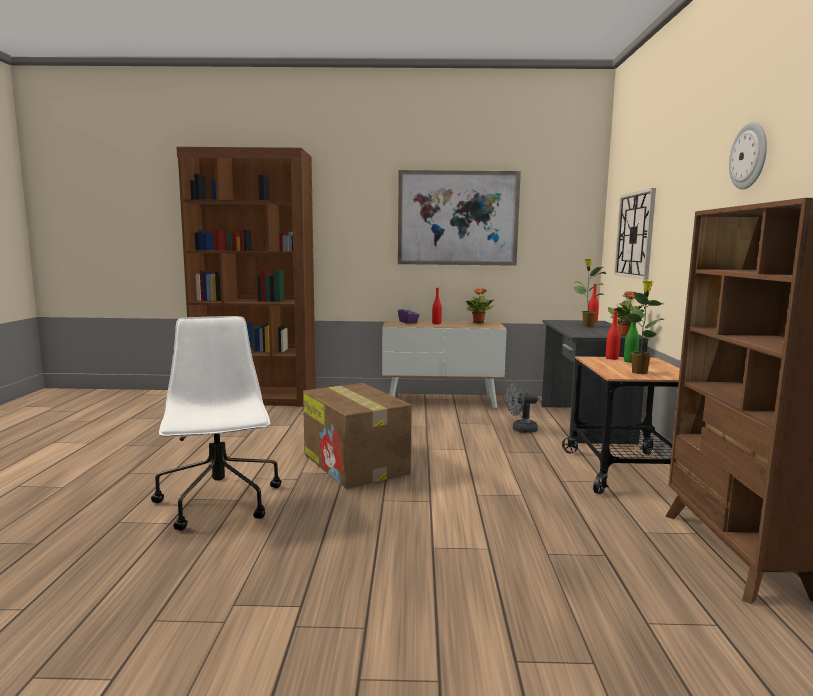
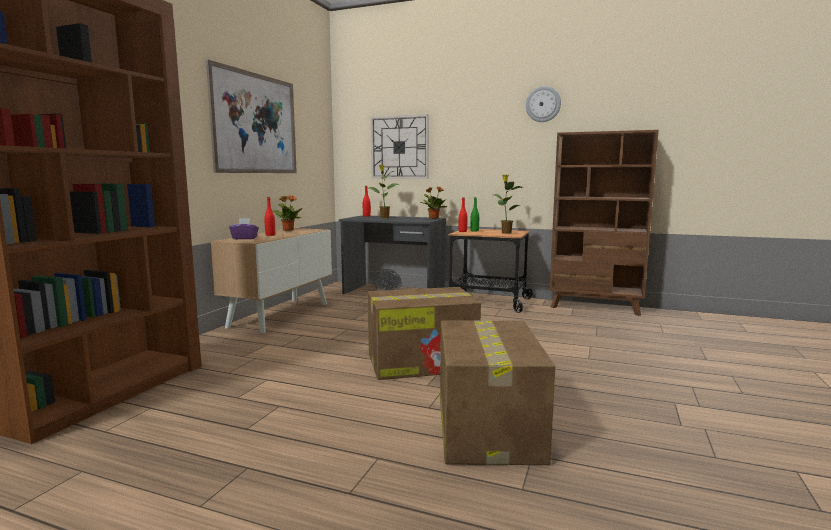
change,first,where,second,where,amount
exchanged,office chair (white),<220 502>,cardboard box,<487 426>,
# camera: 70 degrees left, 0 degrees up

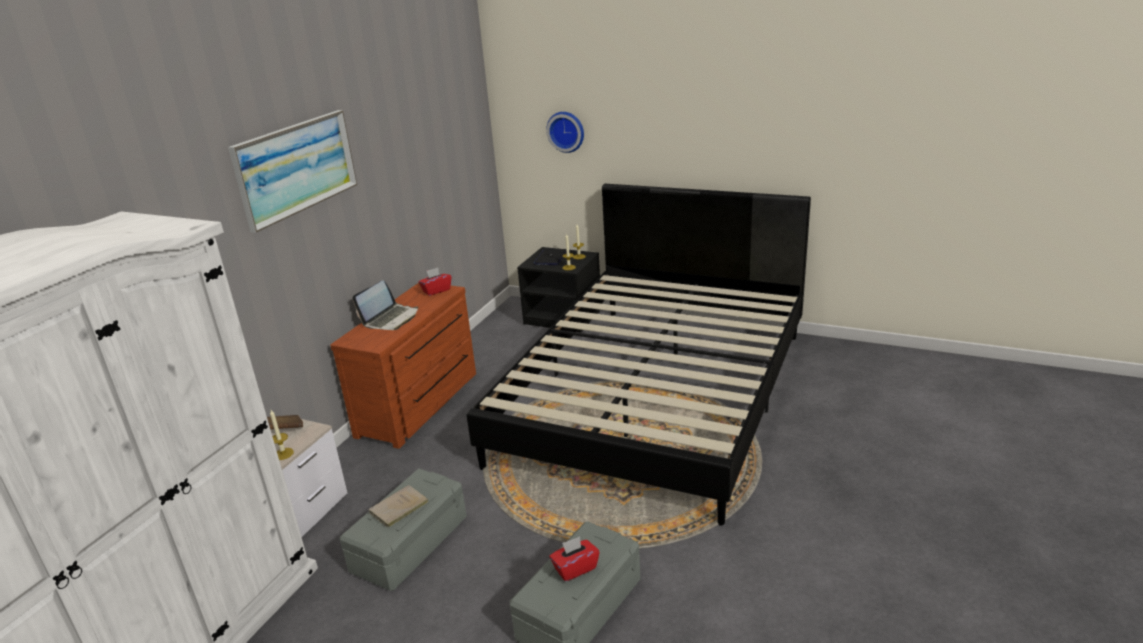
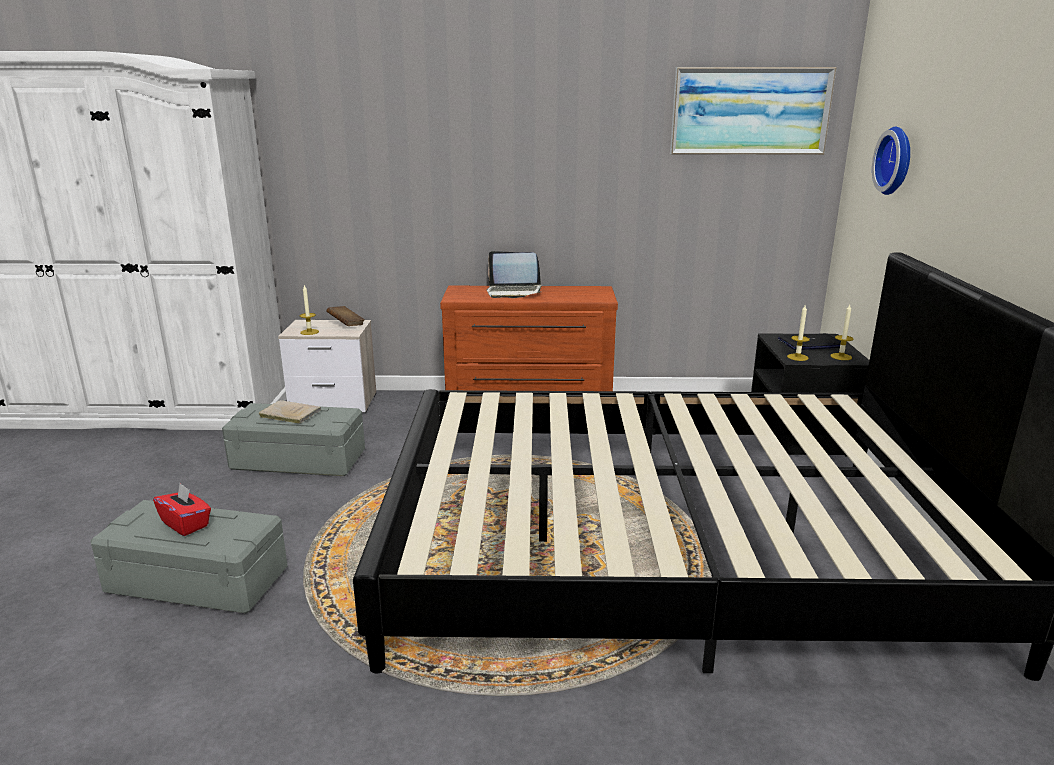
change,first,where,second,where,amount
relocated,picture,<296 167>,,<750 111>,
missing,tissue box (red),<436 290>,,,
# camera: 65 degrees right, 5 degrees down

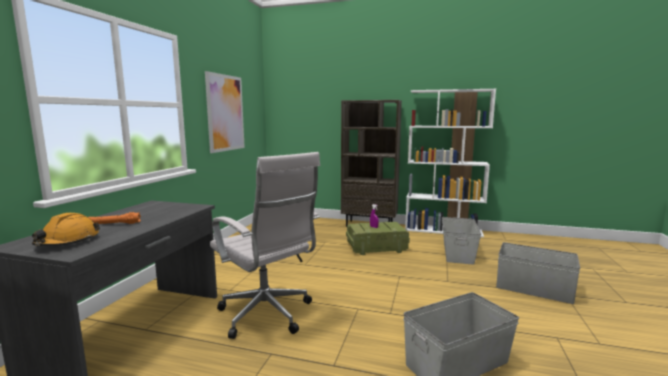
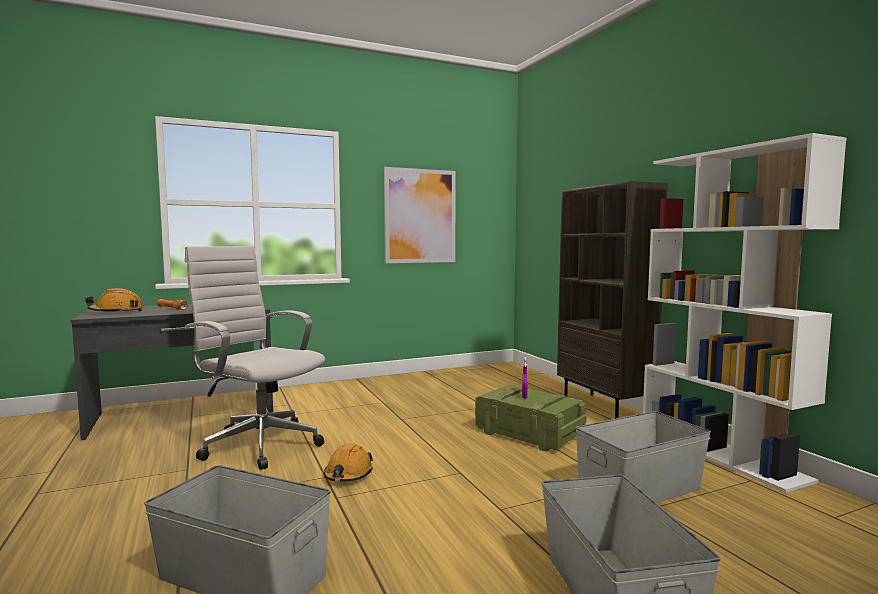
change,first,where,second,where,amount
spun,office chair (white),<268 315>,,<258 444>,120 degrees clockwise
appeared,,,hard hat (orange),<348 474>,
# camera: 50 degrees right, 5 degrees down

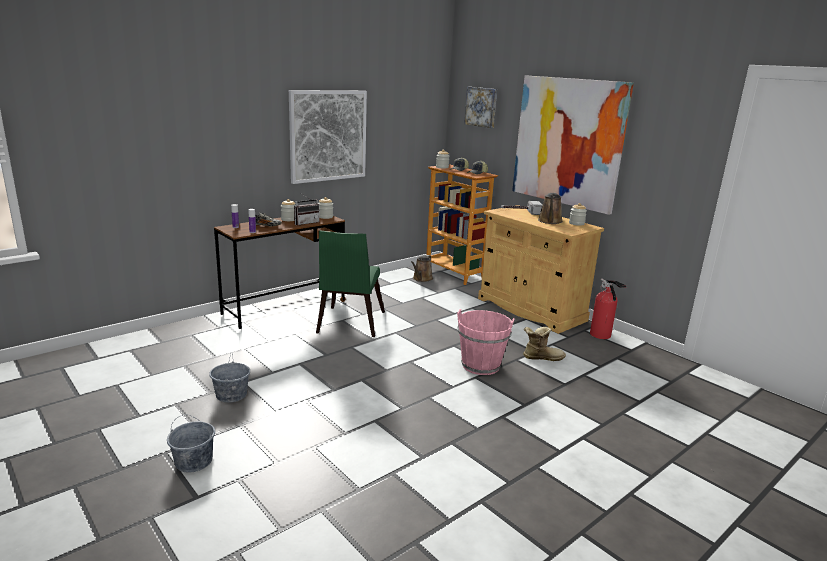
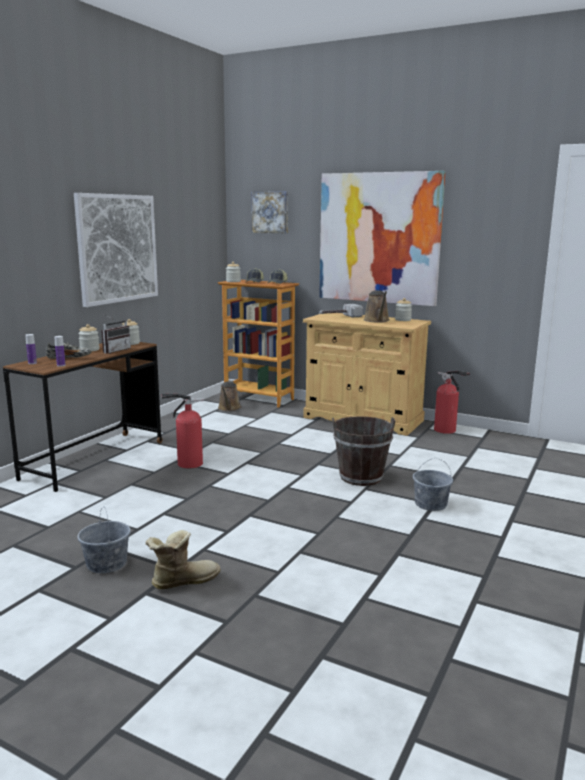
change,first,where,second,where,amount
exchanged,chair (green),<349 324>,fire extinguisher,<187 464>,
colour,bucket (pink),<481 365>,bucket (brown),<361 477>,
relocated,boot,<541 357>,,<183 580>,
relocated,bucket (grey),<194 461>,,<431 504>,
# camera: 20 degrees left, 5 degrees down

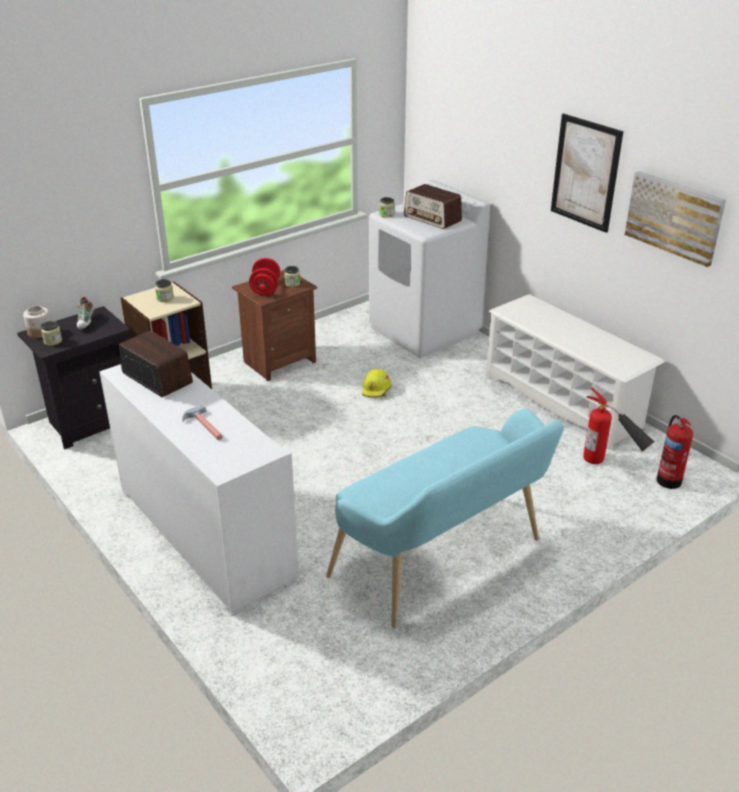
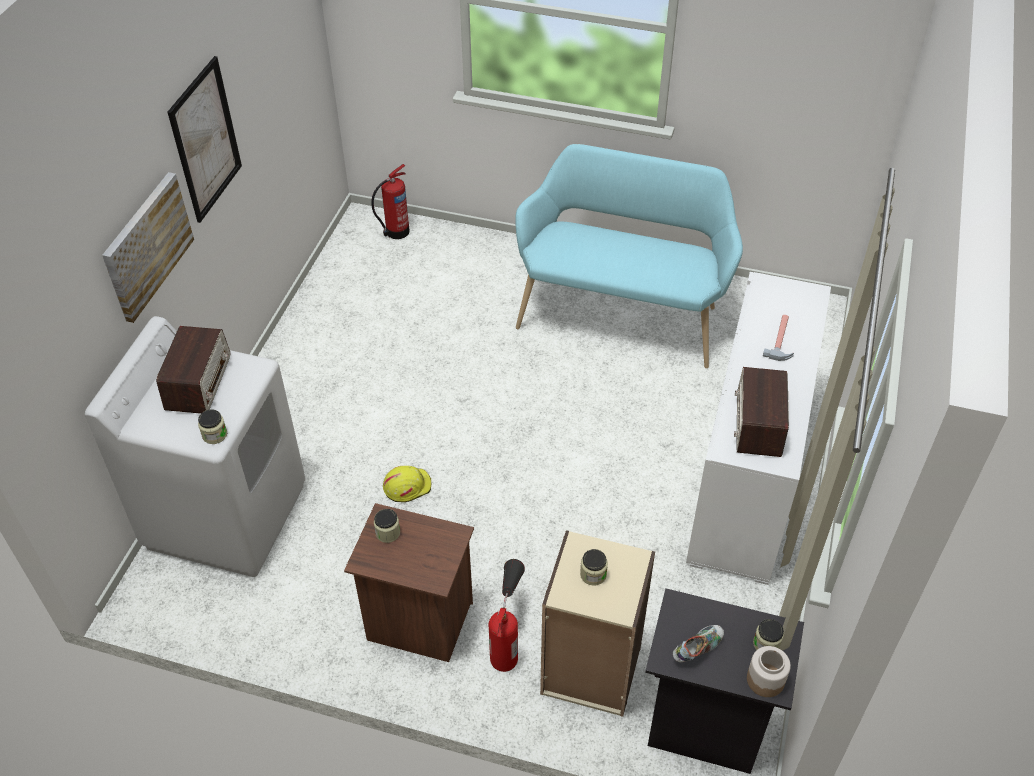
change,first,where,second,where,amount
relocated,picture,<674 217>,,<147 246>,
missing,dumbbell (red),<265 289>,,,
missing,shoe rack (white),<563 401>,,,
relocated,fire extinguisher,<610 466>,,<508 636>,
# camera: 125 degrees left, 15 degrees up

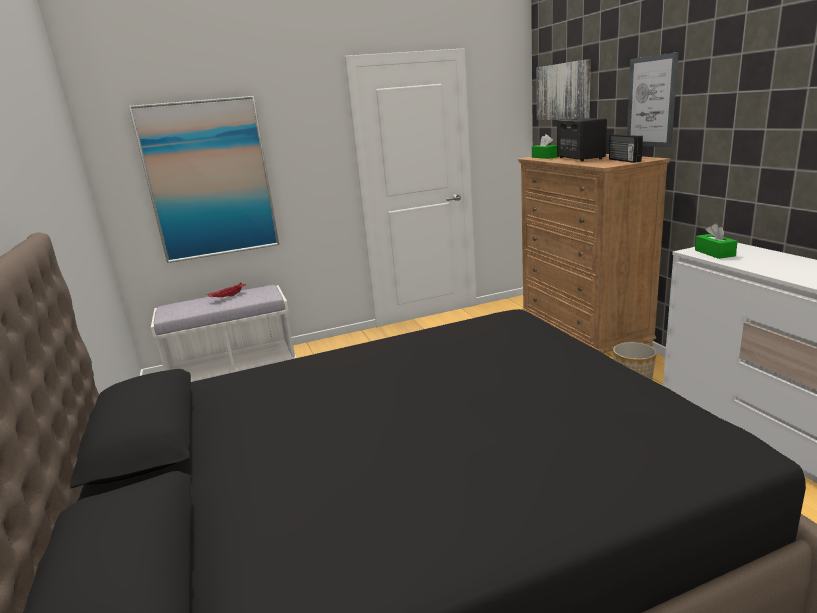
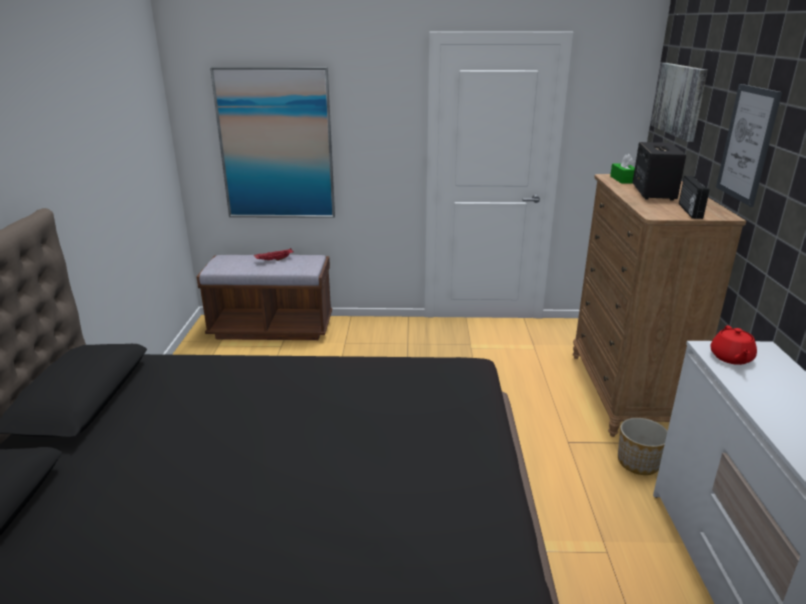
change,first,where,second,where,amount
exchanged,tissue box (green),<714 253>,teapot (red),<731 358>,
colour,bench (white),<234 370>,bench (brown),<272 328>,
# camera: 20 degrees right, 5 degrees up

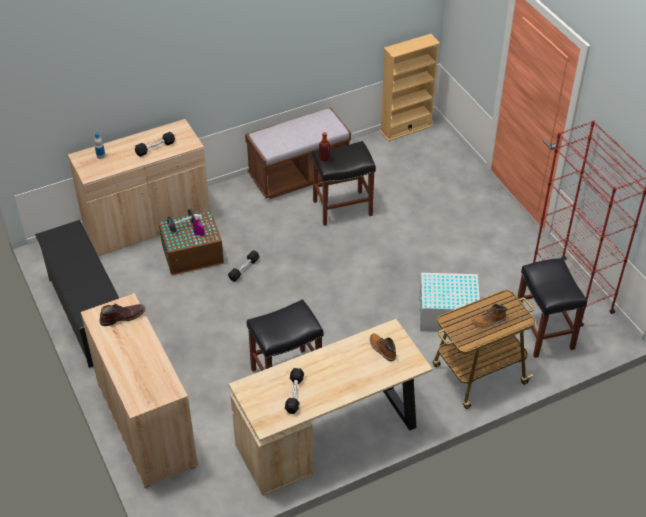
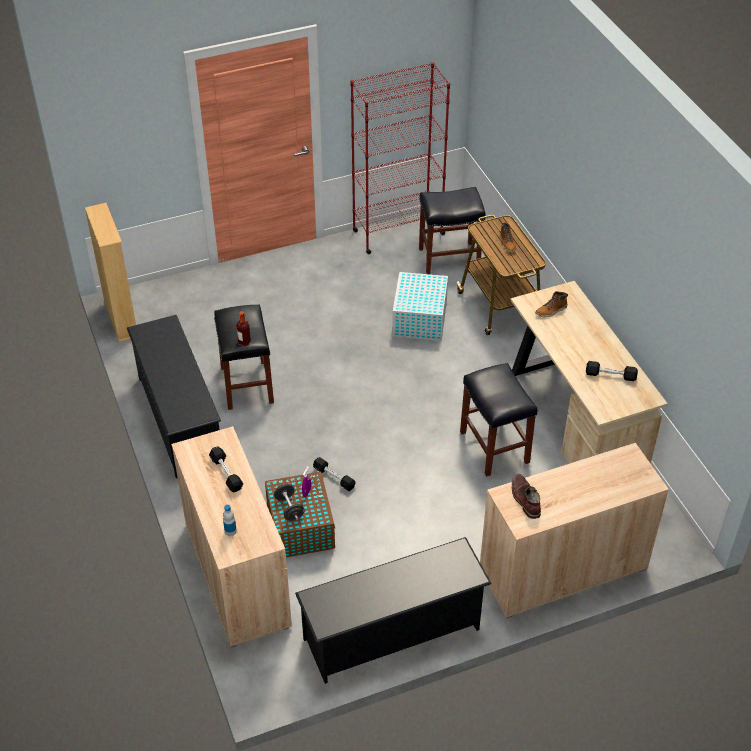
change,first,where,second,where,amount
exchanged,bench (brown),<298 175>,shoe rack (black),<179 420>,
# camera: 85 degrees left, 0 degrees up

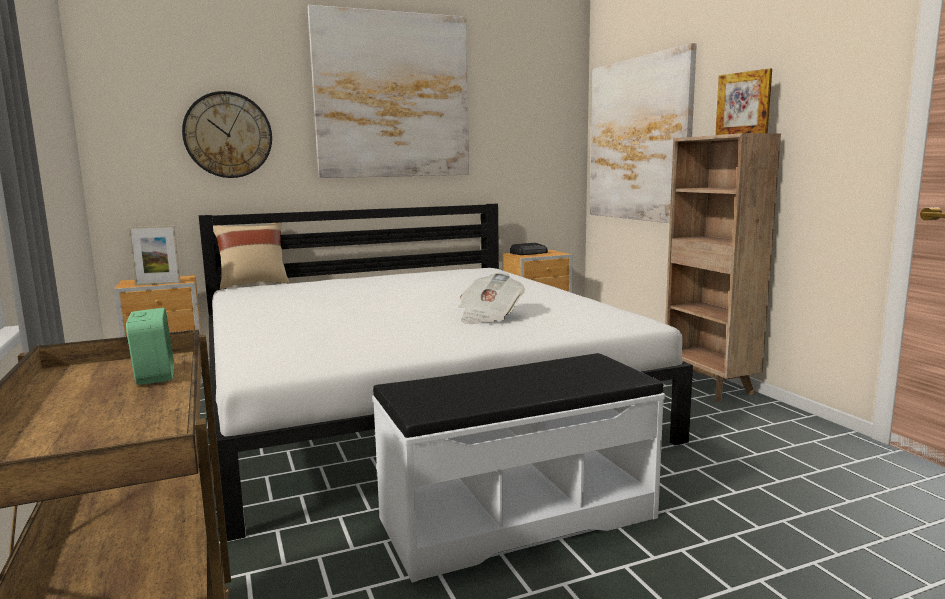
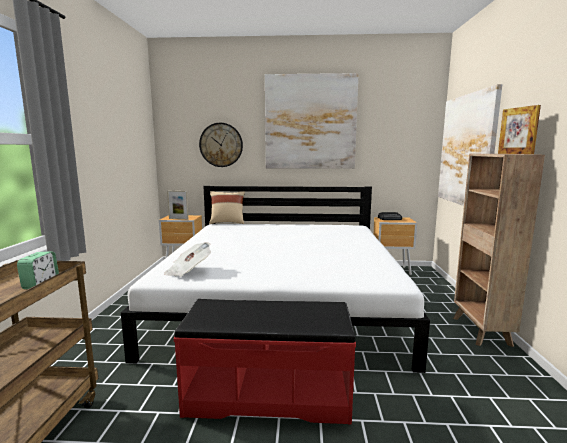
change,first,where,second,where,amount
relocated,newspaper,<488 317>,,<188 271>,
colour,bench (white),<516 517>,bench (red),<268 394>,
# camera: 25 degrees right, 0 degrees up

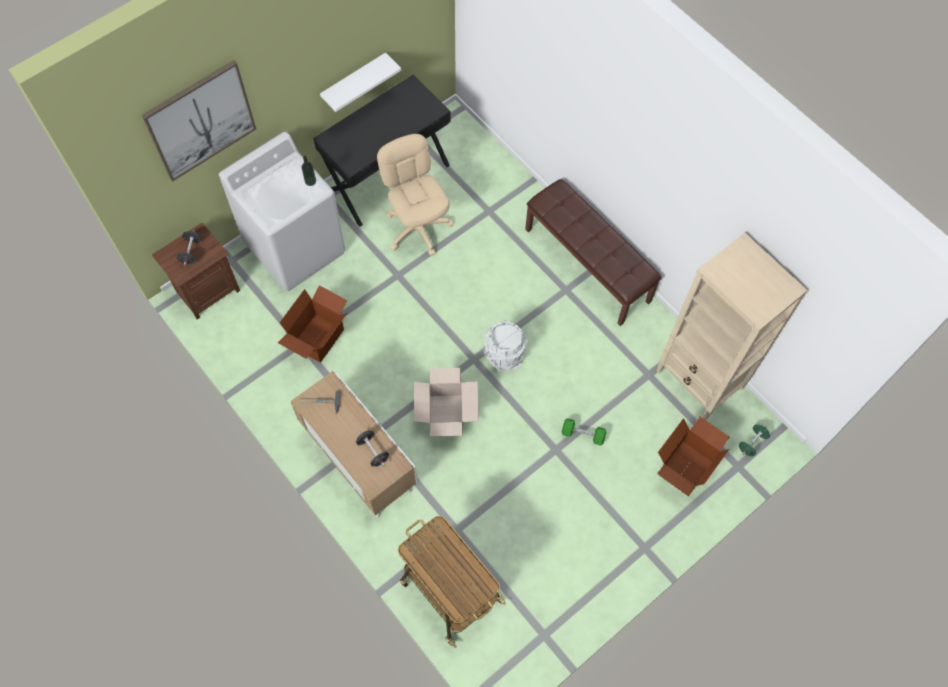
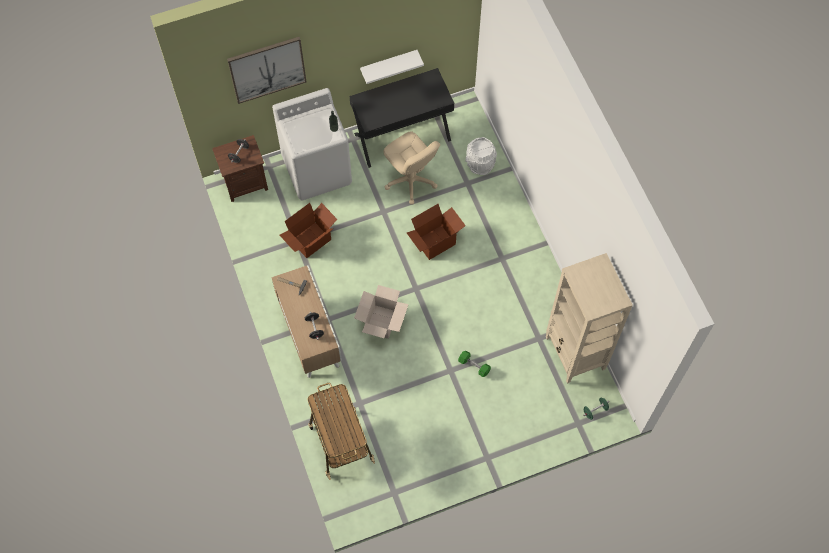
change,first,where,second,where,amount
spun,office chair (beige),<418 228>,,<410 181>,150 degrees clockwise
missing,bench (brown),<588 265>,,,
relocated,bucket (white),<504 355>,,<480 164>,
relocated,cardboard box,<684 467>,,<435 242>,
# camera: 20 degrees right, 0 degrees up

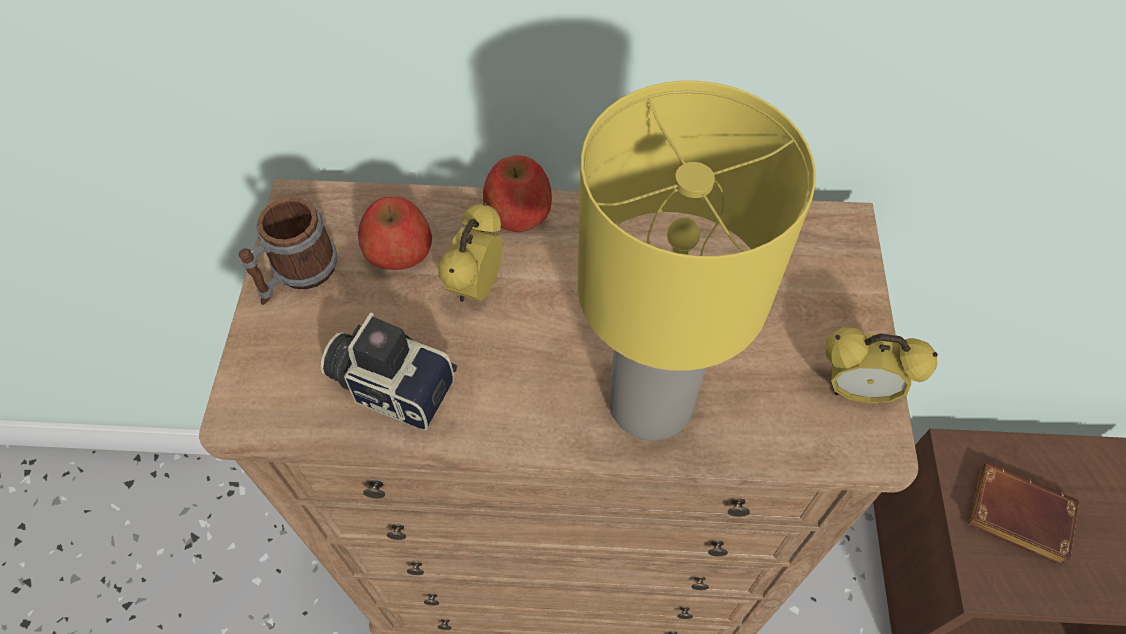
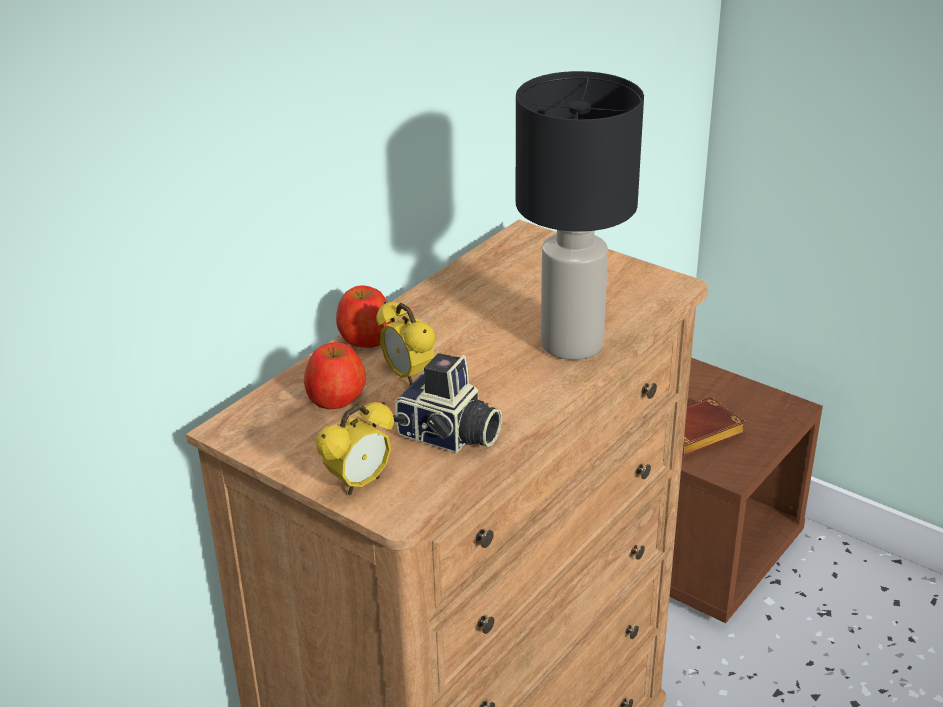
change,first,where,second,where,amount
colour,table lamp (yellow),<649 405>,table lamp (black),<573 345>,
missing,mug,<297 275>,,,
spun,photo camera,<393 385>,,<448 436>,120 degrees counterclockwise
relocated,alarm clock,<857 391>,,<359 483>,
# camera: 55 degrees left, 25 degrees down

